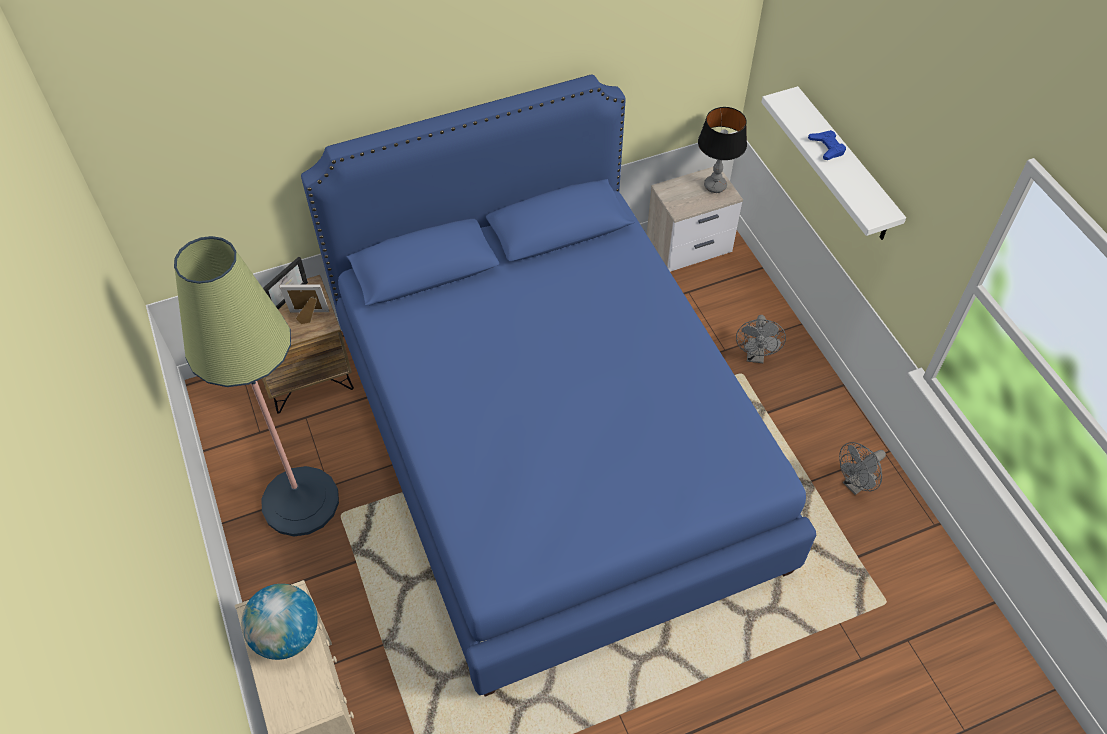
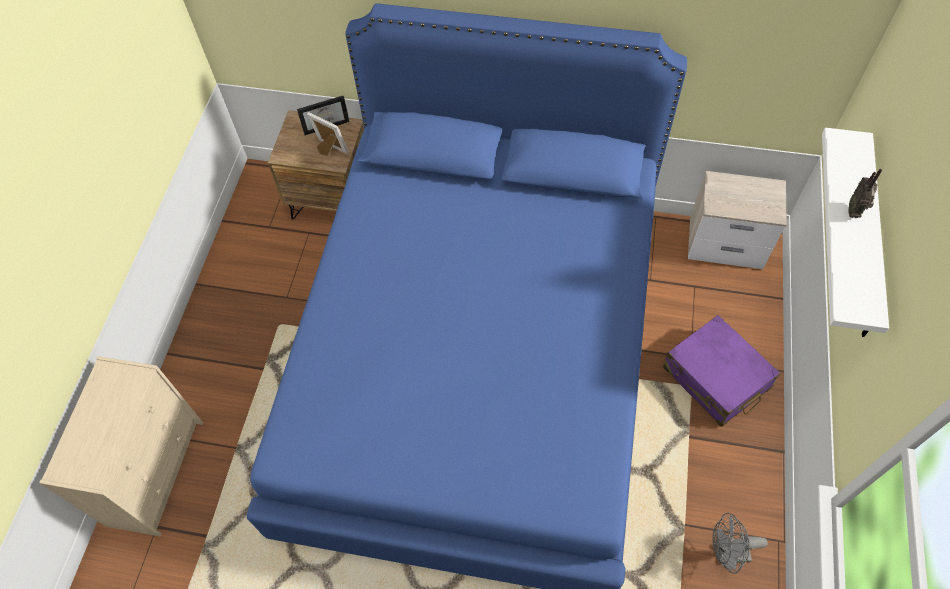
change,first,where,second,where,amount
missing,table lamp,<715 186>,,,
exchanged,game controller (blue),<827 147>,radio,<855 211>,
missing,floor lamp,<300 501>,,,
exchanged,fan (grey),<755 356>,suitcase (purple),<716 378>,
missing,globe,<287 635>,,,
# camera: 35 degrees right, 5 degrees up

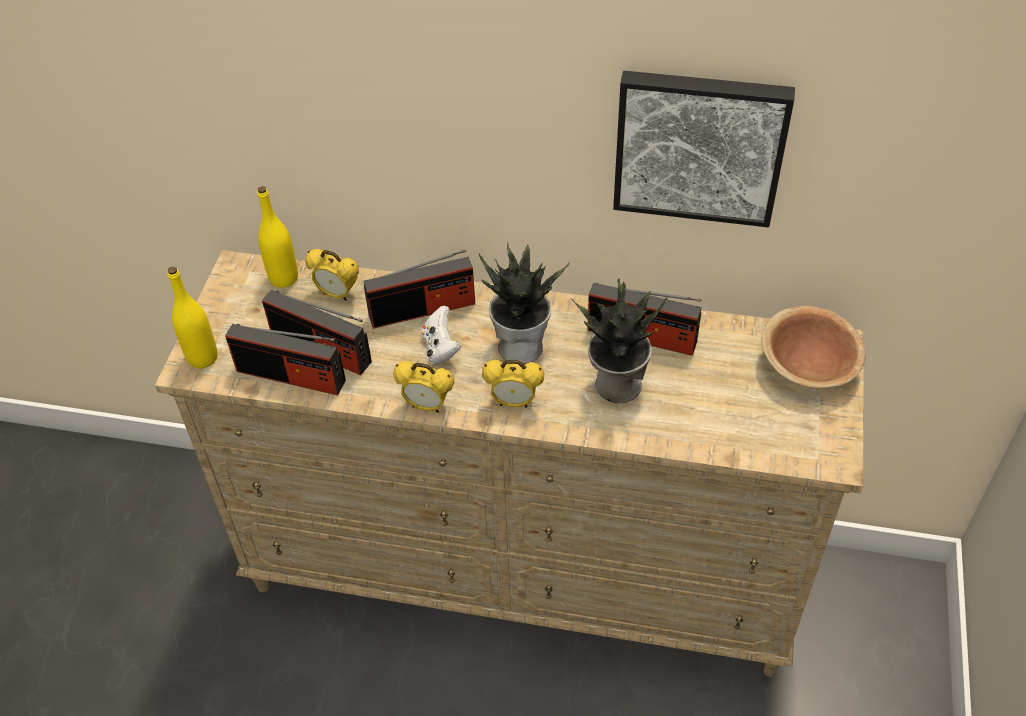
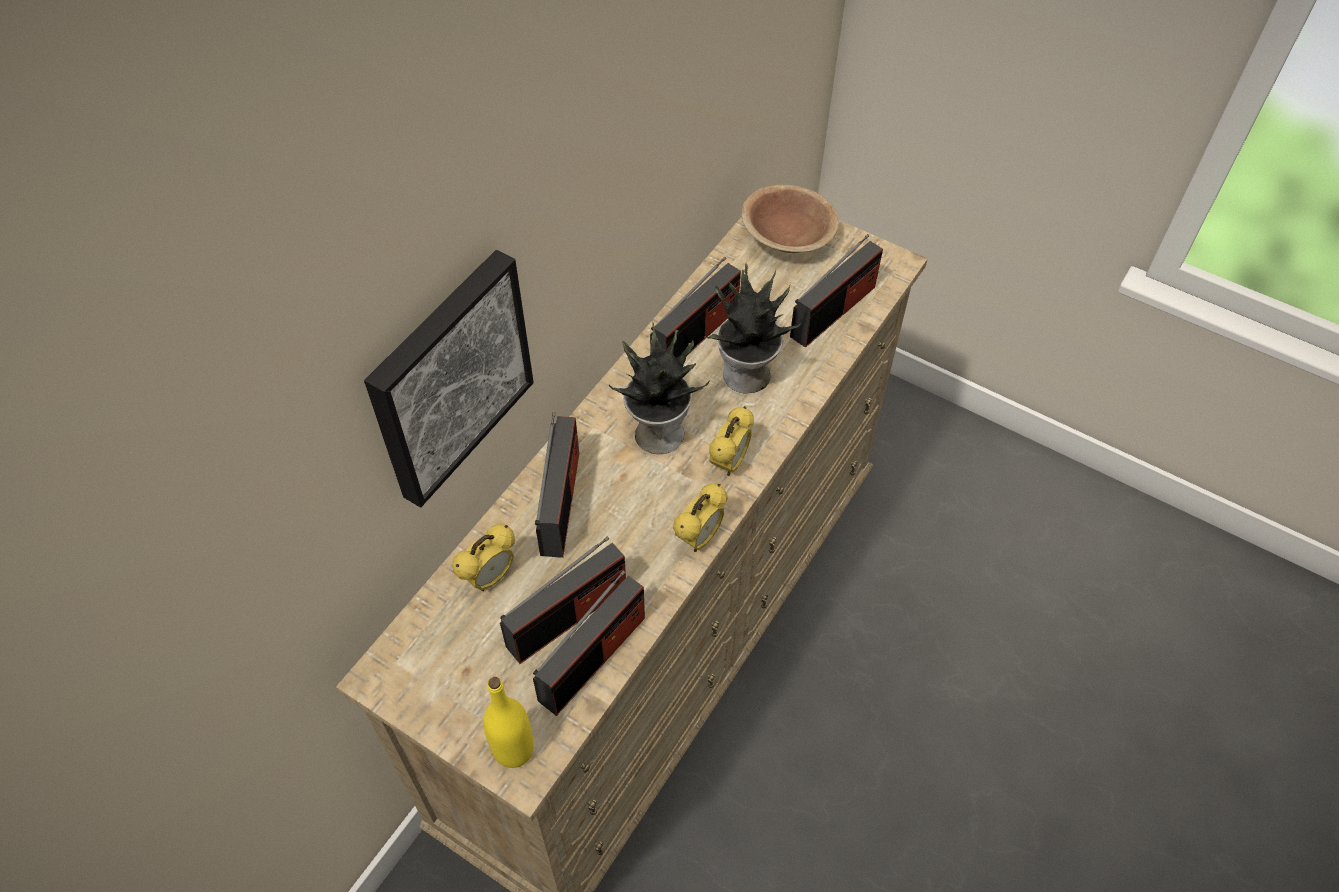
change,first,where,second,where,amount
relocated,picture,<699 145>,,<448 376>,
missing,bottle (yellow),<284 278>,,,
missing,game controller (white),<440 348>,,,
appeared,,,radio,<833 311>,
# camera: 70 degrees left, 5 degrees up

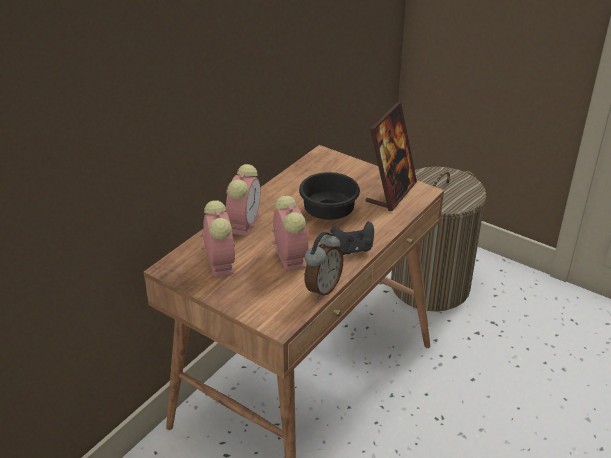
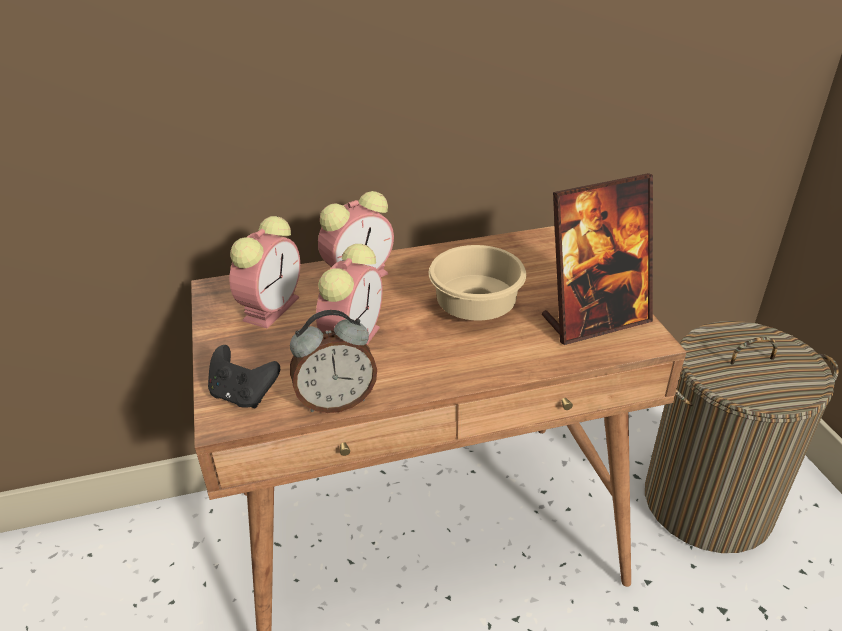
change,first,where,second,where,amount
colour,bowl (black),<328 211>,bowl (beige),<477 306>,
relocated,game controller (black),<353 249>,,<243 395>,
# camera: 40 degrees right, 0 degrees up

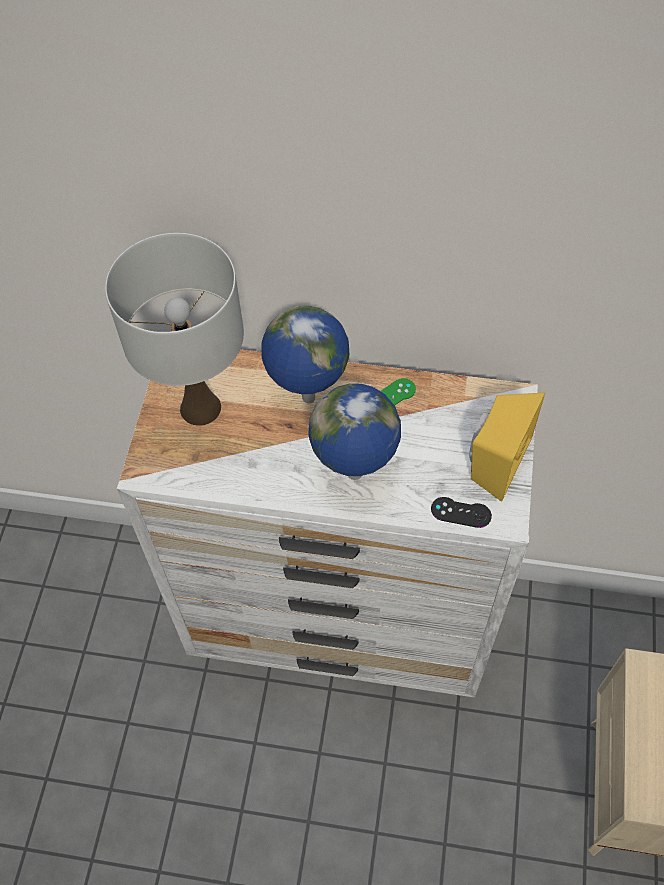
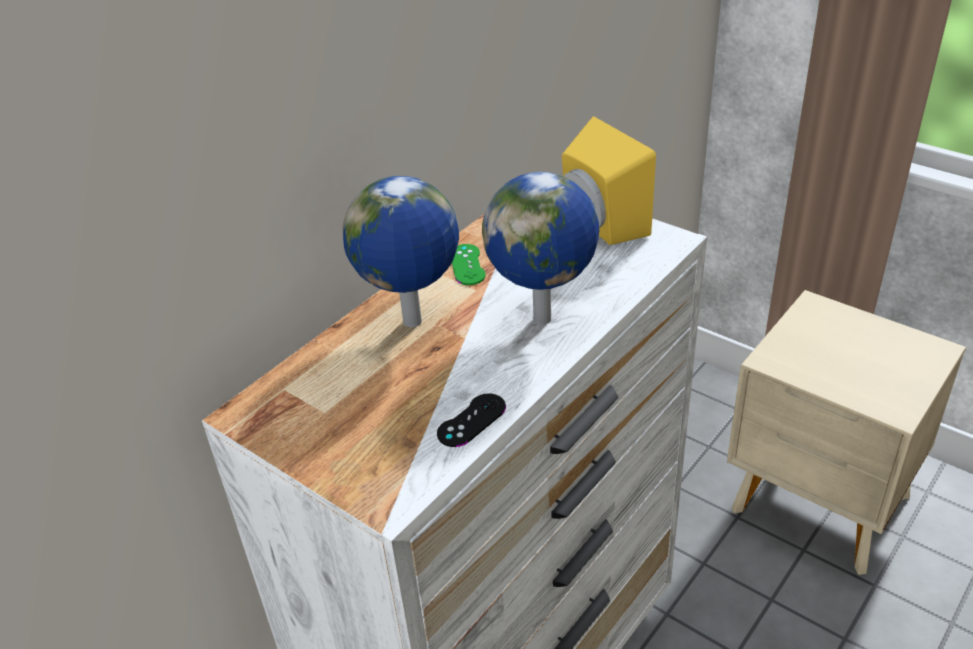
change,first,where,second,where,amount
missing,table lamp (white),<199 408>,,,
relocated,game controller (black),<461 512>,,<471 420>,
# camera: 60 degrees left, 20 degrees down

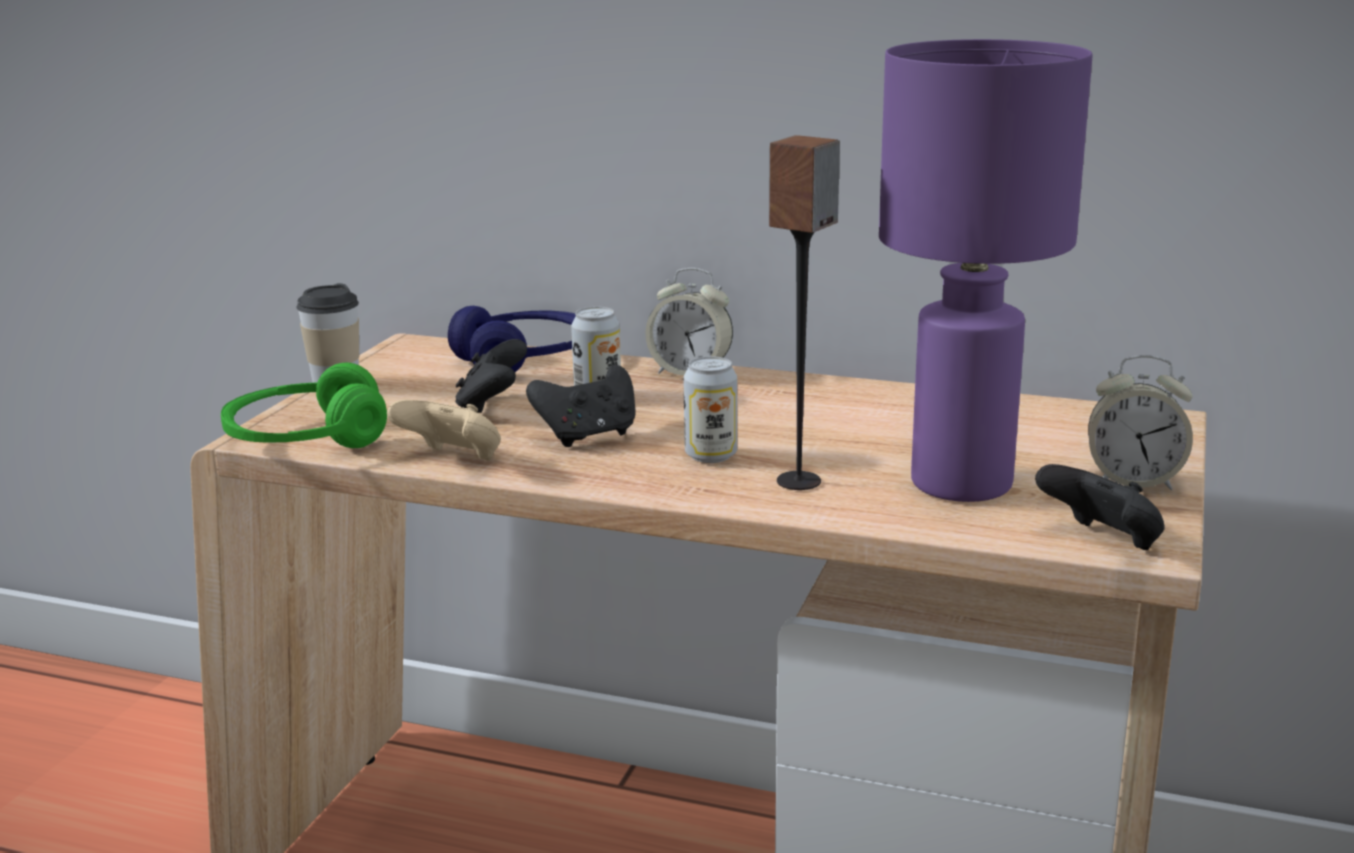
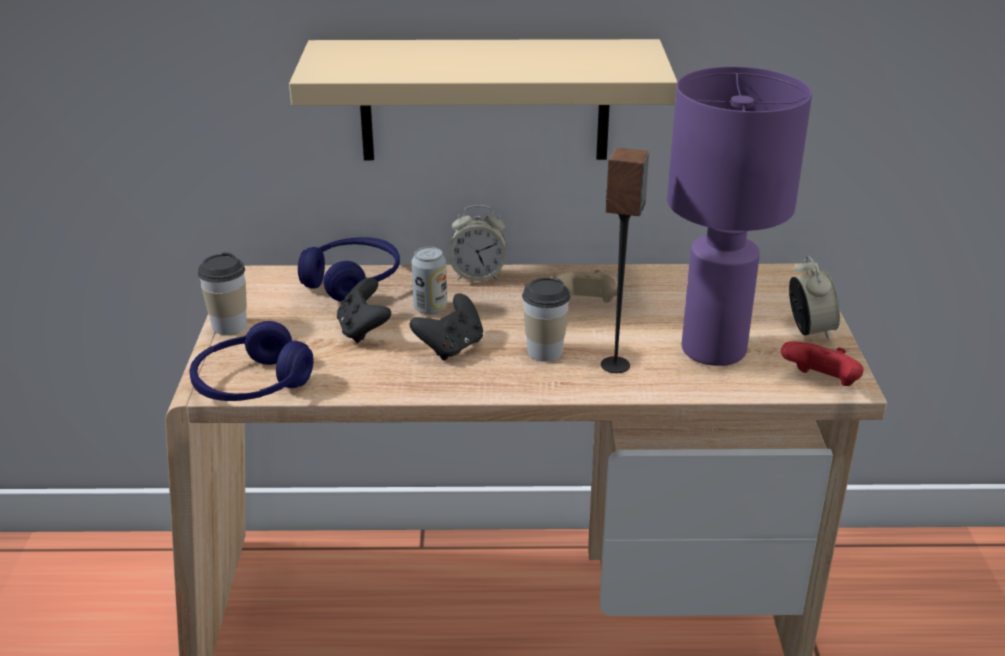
change,first,where,second,where,amount
spun,alarm clock,<1133 481>,,<809 330>,90 degrees counterclockwise
exchanged,can,<711 455>,cup,<544 351>,
colour,headphones (green),<306 440>,headphones (blue),<252 385>,
relocated,game controller (beige),<453 460>,,<586 306>,
colour,game controller (black),<1102 542>,game controller (red),<820 384>,
appeared,,,shelf (beige),<484 100>,
# camera: 20 degrees left, 10 degrees up

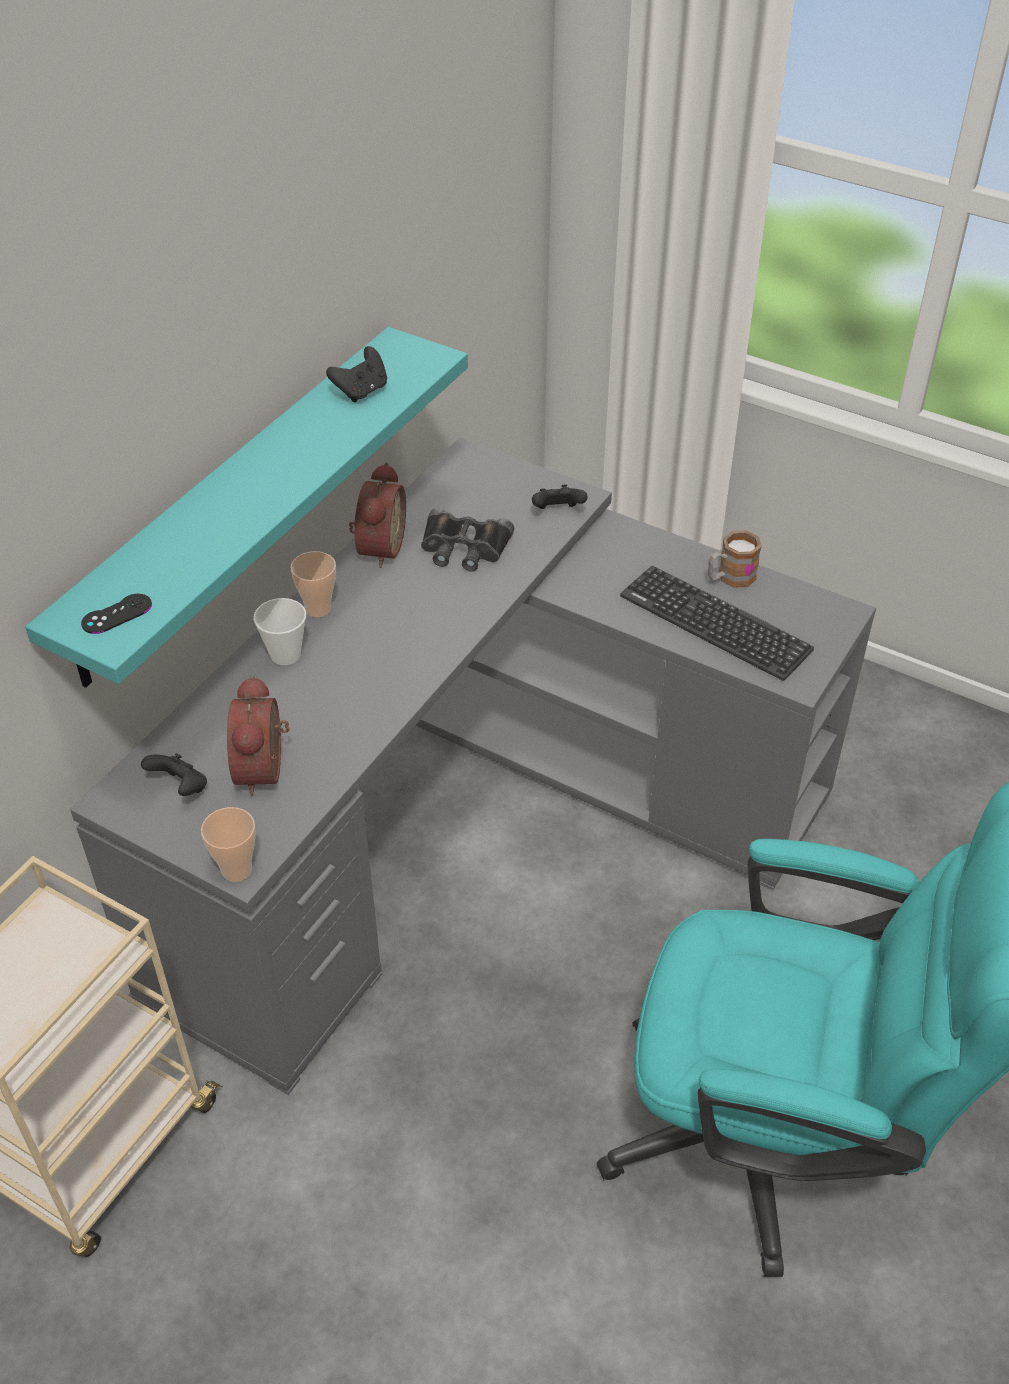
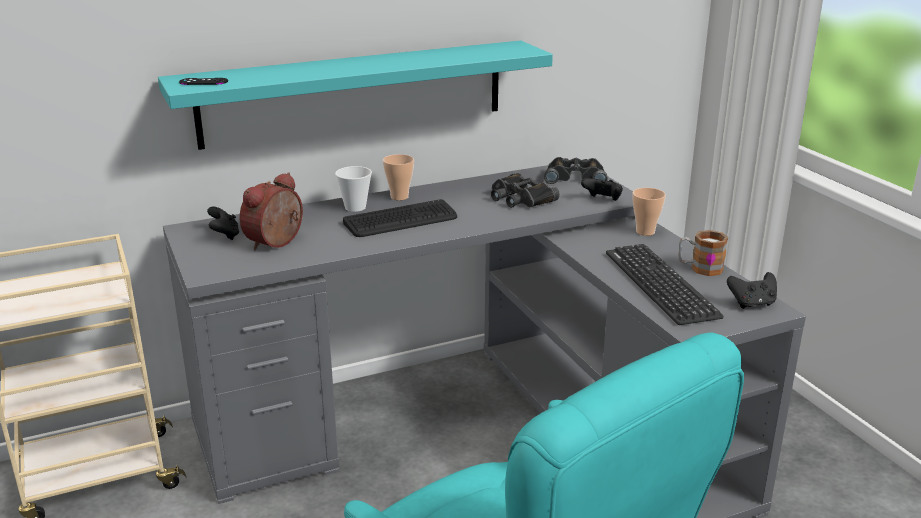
change,first,where,second,where,amount
relocated,game controller (black),<361 391>,,<752 303>,
missing,alarm clock,<377 547>,,,
relocated,cup,<236 870>,,<645 232>,
appeared,,,binoculars (black),<575 177>,
appeared,,,keyboard,<401 220>,
# camera: 35 degrees right, 20 degrees down

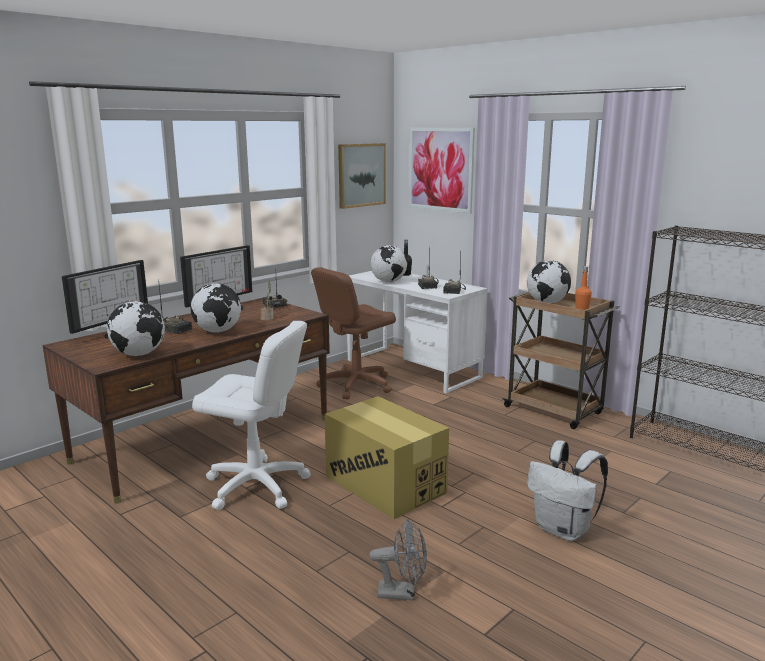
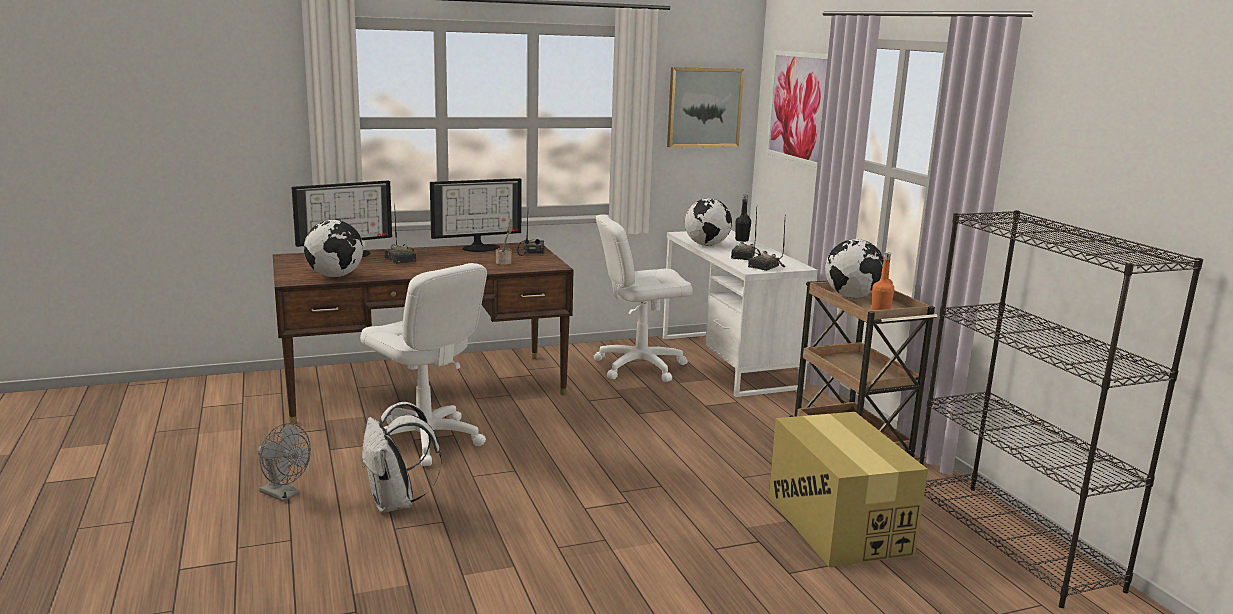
change,first,where,second,where,amount
colour,office chair (brown),<356 385>,office chair (white),<639 366>,
missing,globe,<218 331>,,,
relocated,cardboard box,<385 484>,,<837 524>,
relocated,backpack (white),<564 530>,,<396 503>,
relocated,fan (grey),<402 593>,,<284 495>,
# camera: 25 degrees right, 0 degrees up

